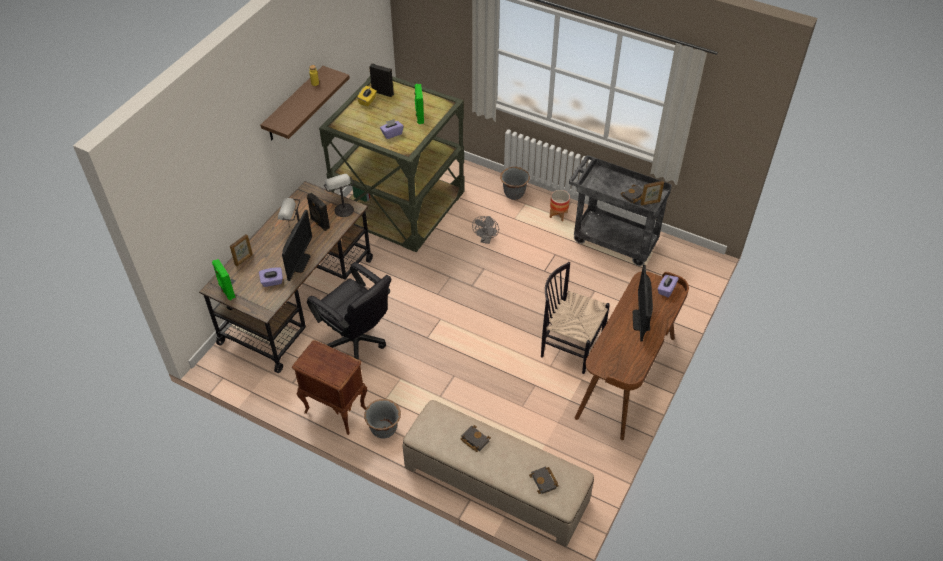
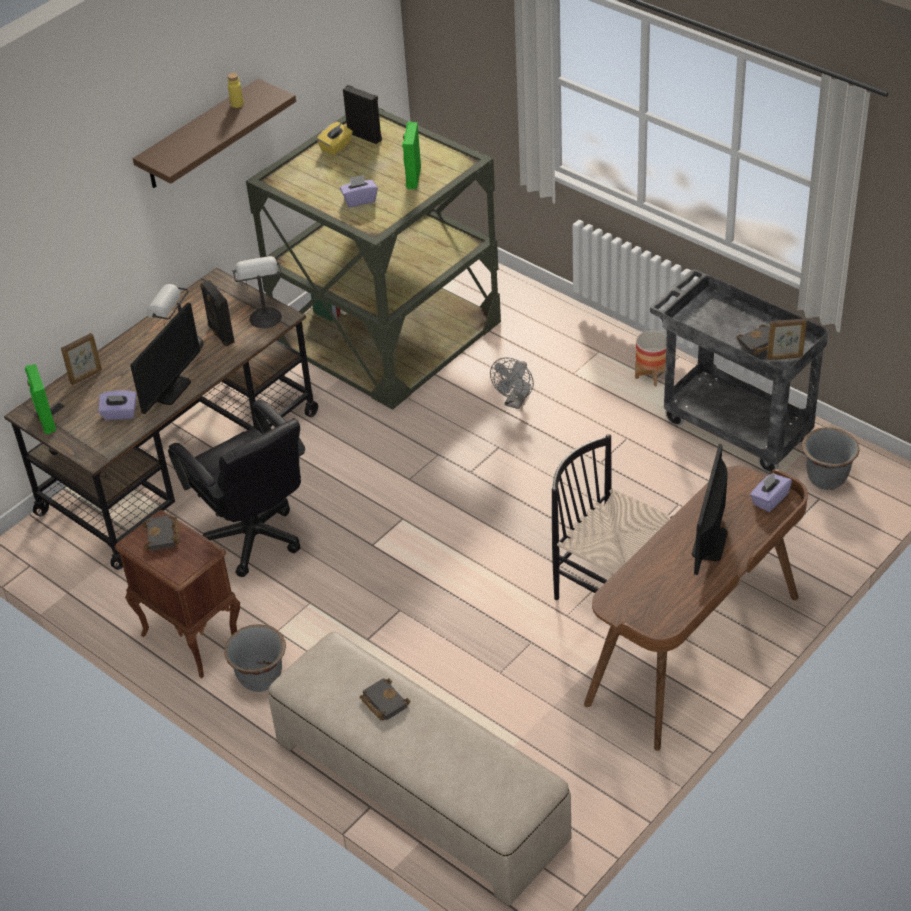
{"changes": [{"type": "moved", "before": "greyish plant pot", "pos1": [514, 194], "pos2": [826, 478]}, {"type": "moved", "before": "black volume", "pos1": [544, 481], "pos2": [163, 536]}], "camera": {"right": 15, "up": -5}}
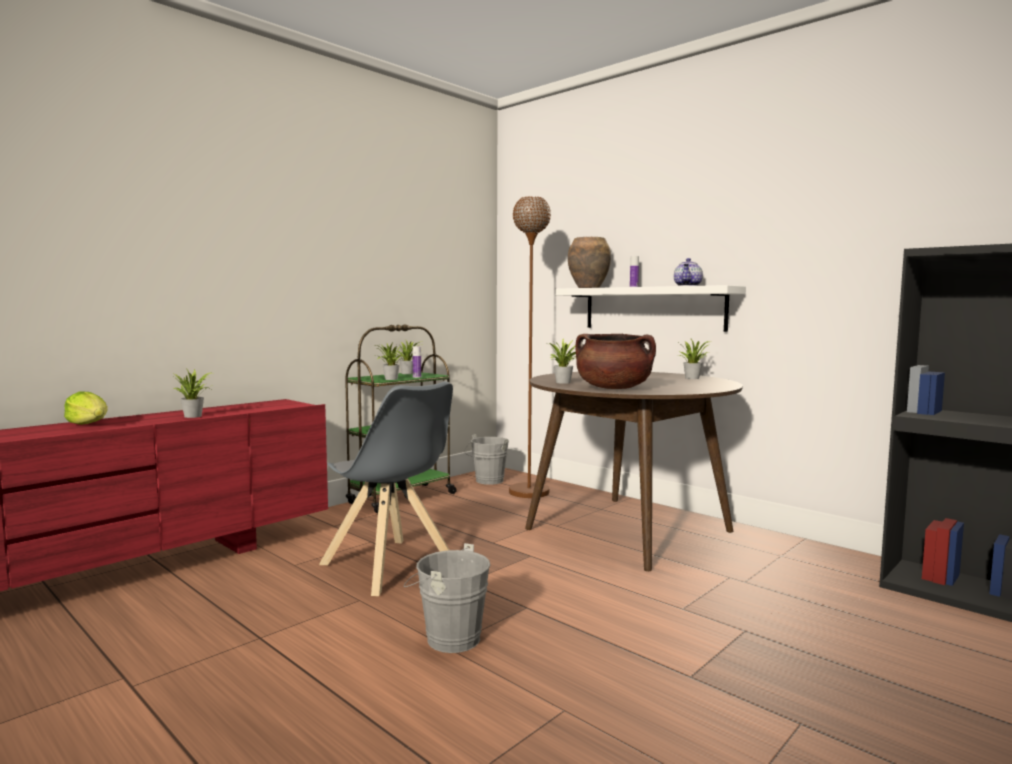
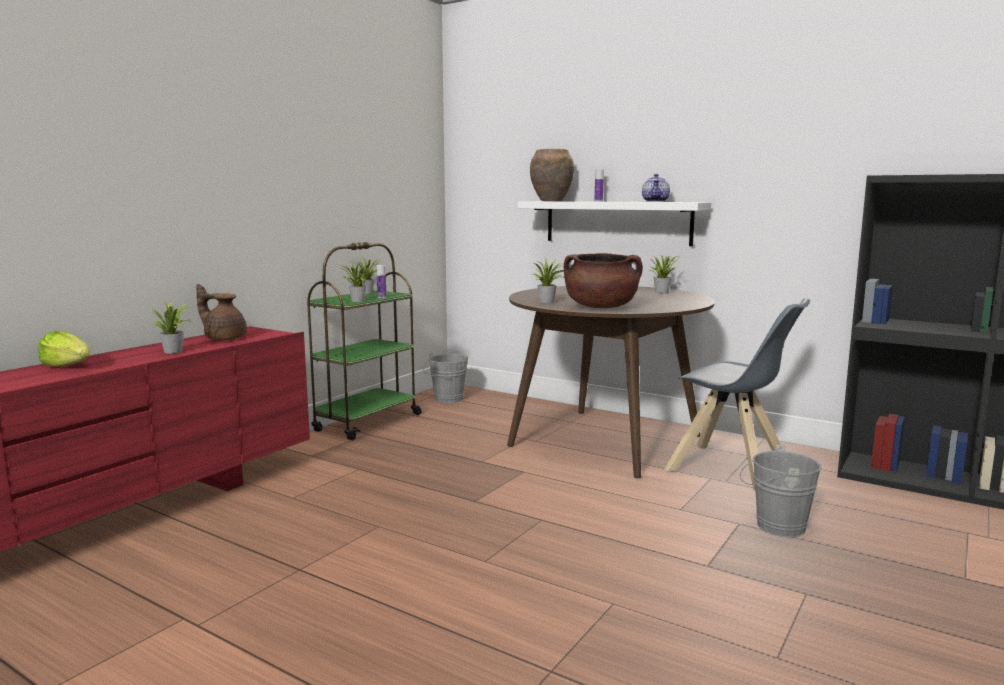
{"changes": [{"type": "moved", "before": "greyish upright chair", "pos1": [391, 567], "pos2": [732, 469]}, {"type": "moved", "before": "greyish pail", "pos1": [447, 638], "pos2": [775, 526]}, {"type": "removed", "before": "brown-coloured standing lamp", "pos1": [529, 492]}, {"type": "added", "after": "brown-coloured pot for tea", "pos2": [224, 338]}], "camera": {"right": -10, "up": 5}}
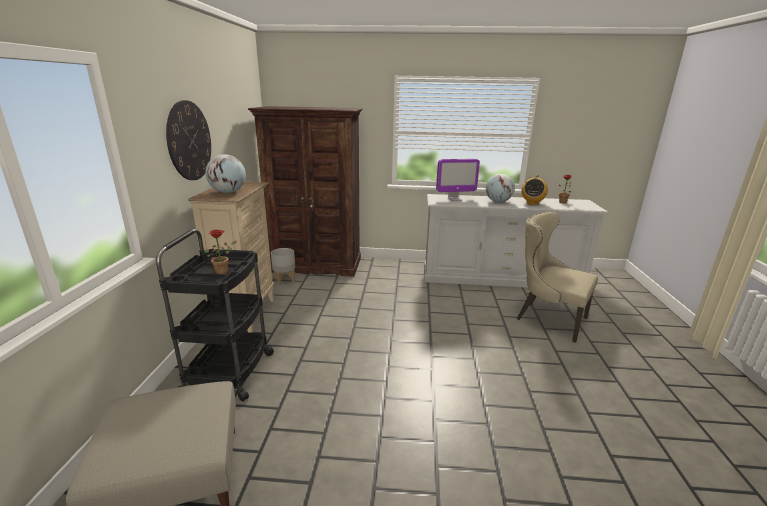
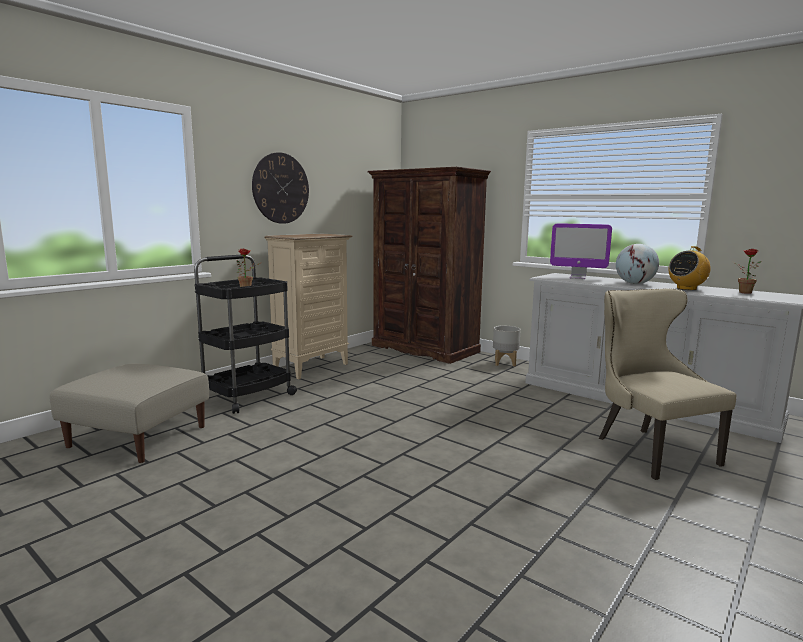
{"changes": [{"type": "removed", "before": "globe", "pos1": [228, 192]}, {"type": "moved", "before": "greyish plant pot", "pos1": [285, 280], "pos2": [505, 363]}], "camera": {"right": 35, "up": -10}}
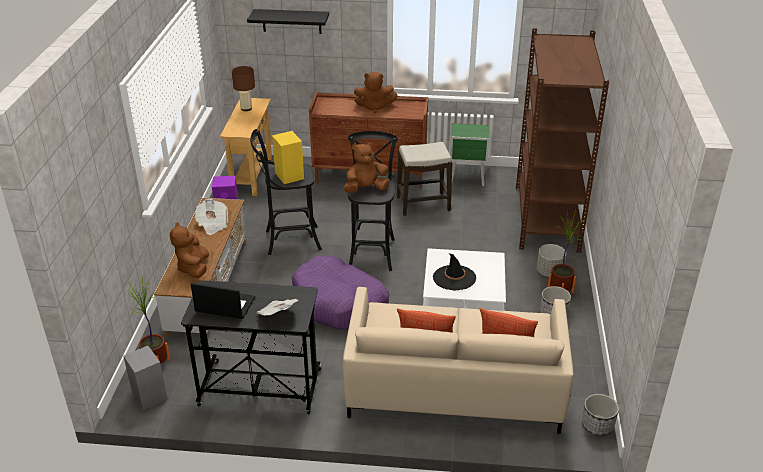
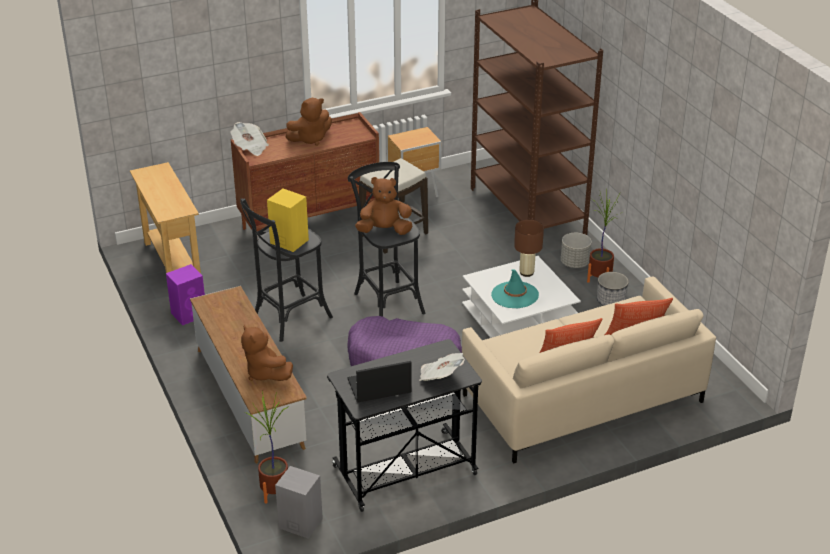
{"changes": [{"type": "moved", "before": "daily paper", "pos1": [212, 224], "pos2": [250, 147]}, {"type": "moved", "before": "brown-coloured table lamp", "pos1": [246, 108], "pos2": [527, 272]}, {"type": "removed", "before": "black wall shelf", "pos1": [291, 21]}, {"type": "turned", "before": "brown-coloured plush toy", "pos1": [366, 189], "pos2": [384, 231], "turn": 45}, {"type": "recoloured", "before": "black clothing hat", "after": "blue-green clothing hat", "pos1": [454, 278], "pos2": [514, 295]}, {"type": "recoloured", "before": "greenish nightstand", "after": "brown-coloured nightstand", "pos1": [468, 179], "pos2": [415, 195]}, {"type": "removed", "before": "plant pot", "pos1": [597, 425]}], "camera": {"right": -30, "up": 0}}
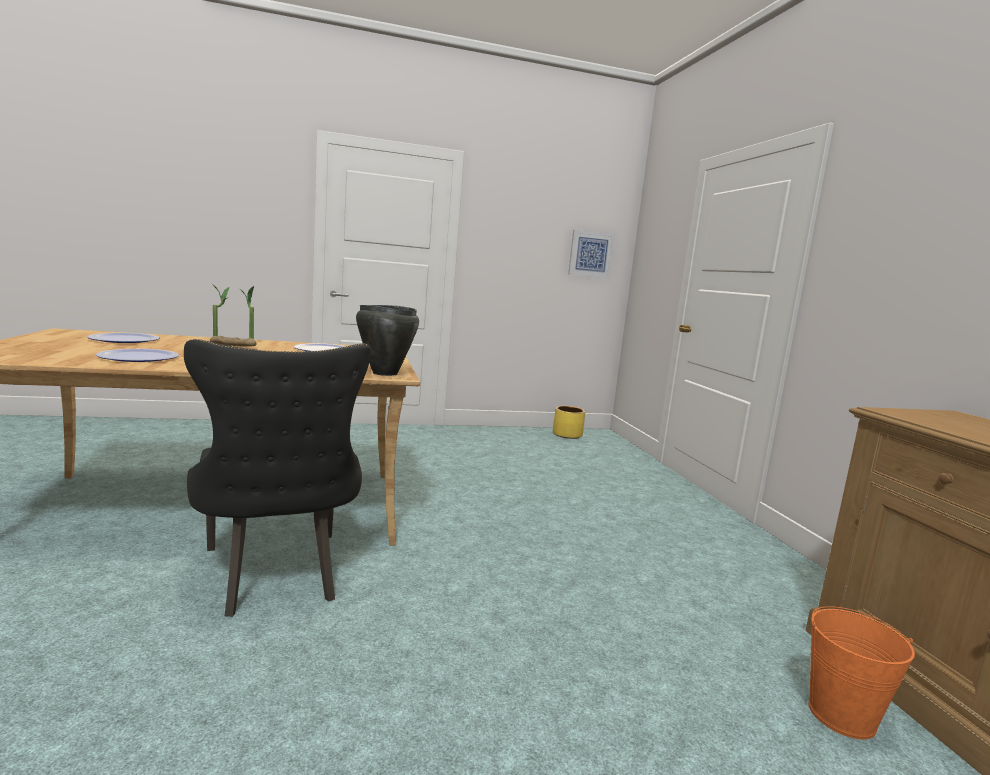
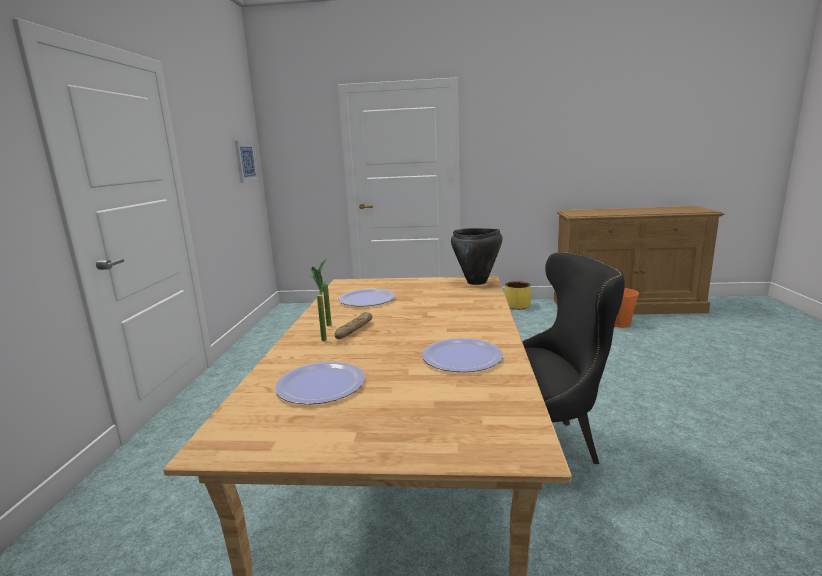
{"changes": [{"type": "moved", "before": "yellow-coloured plant pot", "pos1": [567, 435], "pos2": [517, 306]}], "camera": {"right": -70, "up": 5}}
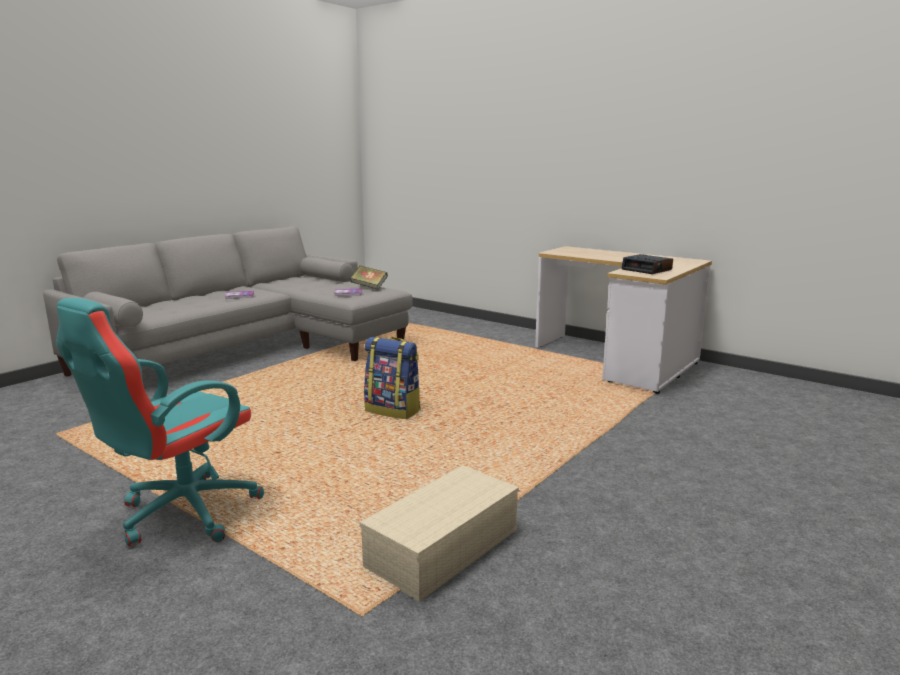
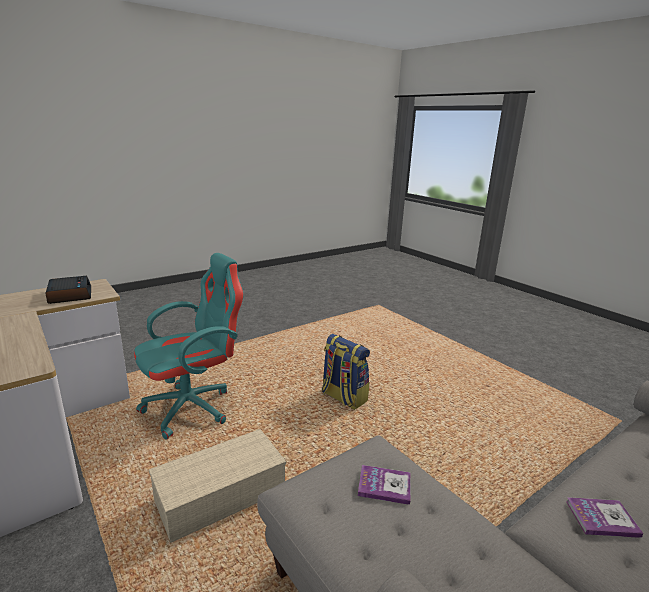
{"changes": [{"type": "moved", "before": "blue-green desk chair", "pos1": [178, 517], "pos2": [195, 407]}, {"type": "removed", "before": "volume", "pos1": [369, 287]}, {"type": "moved", "before": "beige-coloured storage box", "pos1": [443, 550], "pos2": [221, 494]}], "camera": {"right": -165, "up": 5}}
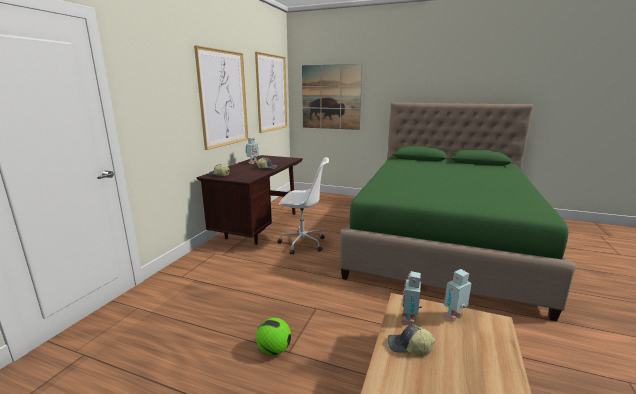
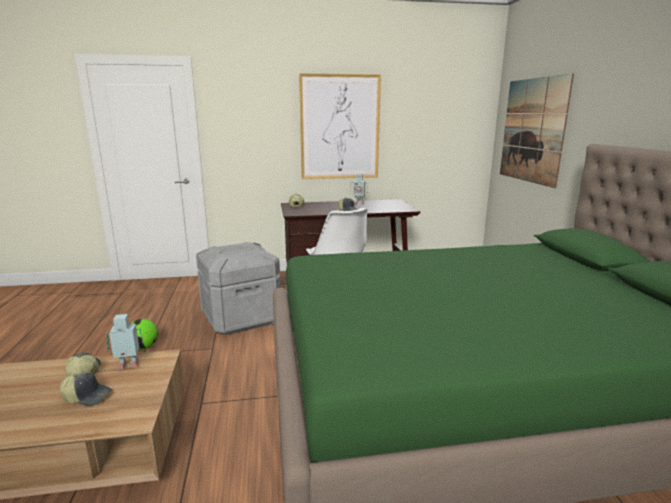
{"changes": [{"type": "removed", "before": "wall picture", "pos1": [271, 93]}, {"type": "removed", "before": "robot figure", "pos1": [454, 317]}, {"type": "added", "after": "cap", "pos2": [87, 396]}, {"type": "added", "after": "greyish storage box", "pos2": [241, 318]}], "camera": {"right": 60, "up": 0}}
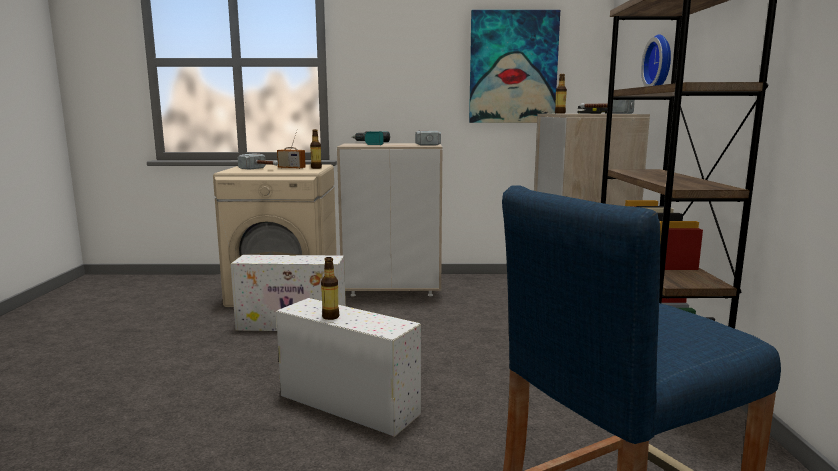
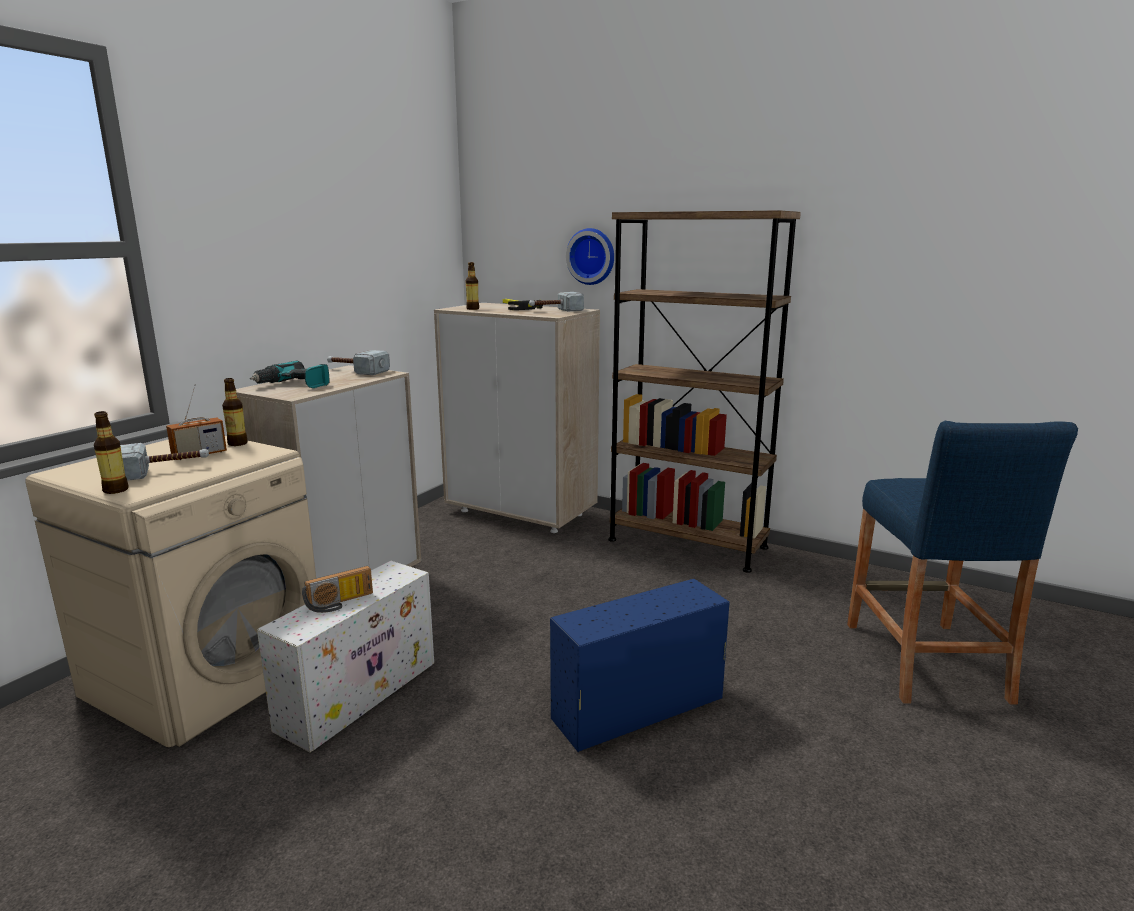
{"changes": [{"type": "recoloured", "before": "white storage box", "after": "bluish storage box", "pos1": [346, 404], "pos2": [636, 709]}, {"type": "moved", "before": "bottle", "pos1": [330, 317], "pos2": [115, 490]}, {"type": "removed", "before": "wall picture", "pos1": [513, 67]}, {"type": "added", "after": "radio receiver", "pos2": [340, 603]}], "camera": {"right": -60, "up": 5}}
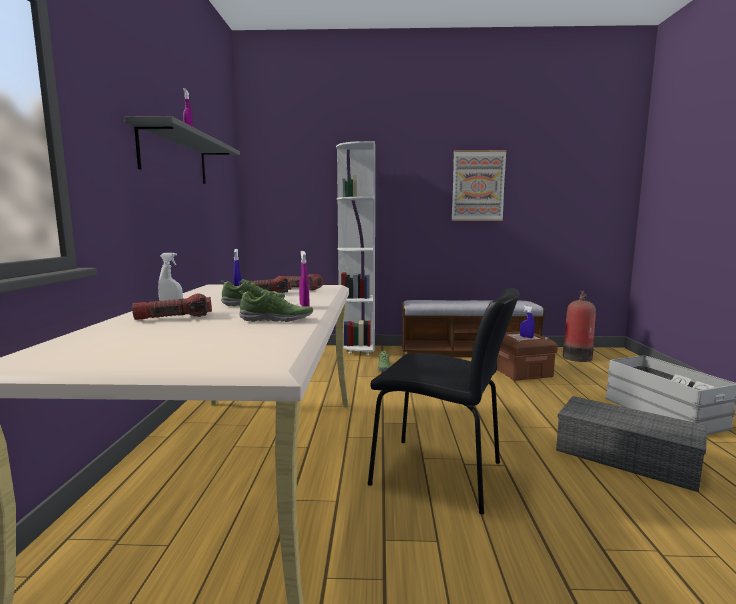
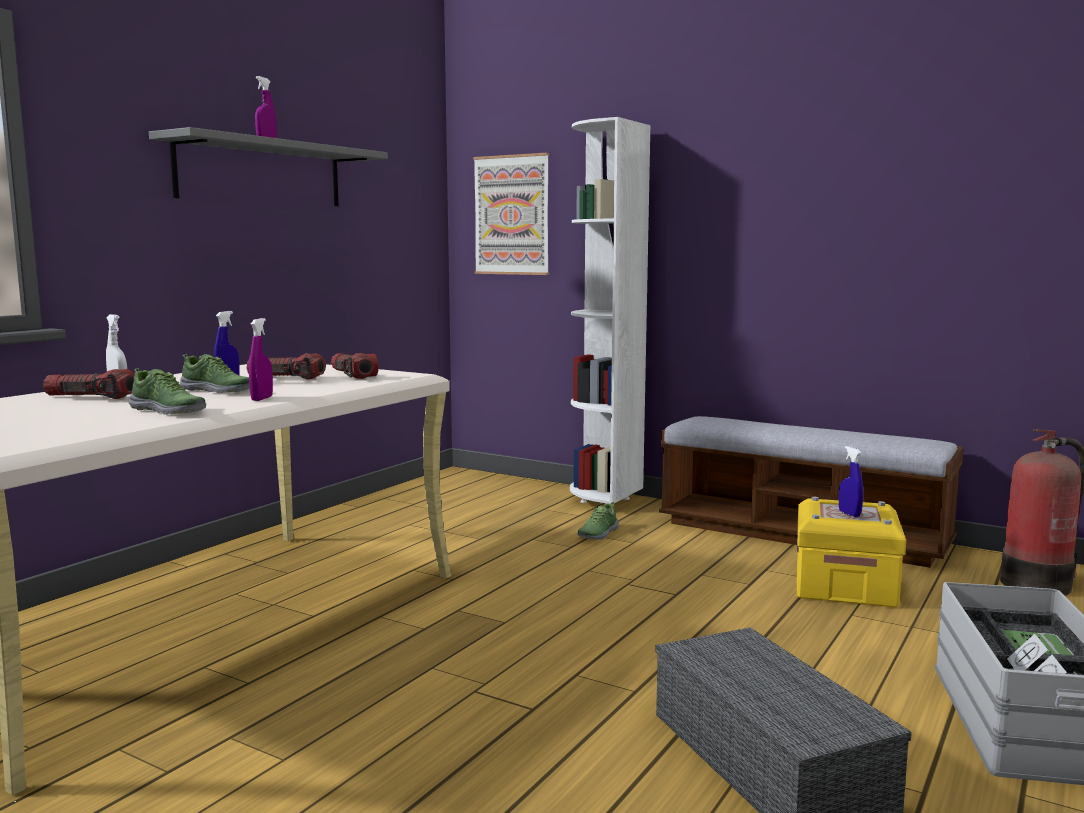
{"changes": [{"type": "removed", "before": "black upright chair", "pos1": [442, 474]}, {"type": "moved", "before": "wall picture", "pos1": [478, 186], "pos2": [512, 215]}, {"type": "recoloured", "before": "brown-coloured storage box", "after": "yellow-coloured storage box", "pos1": [521, 372], "pos2": [844, 586]}], "camera": {"right": 30, "up": 0}}
